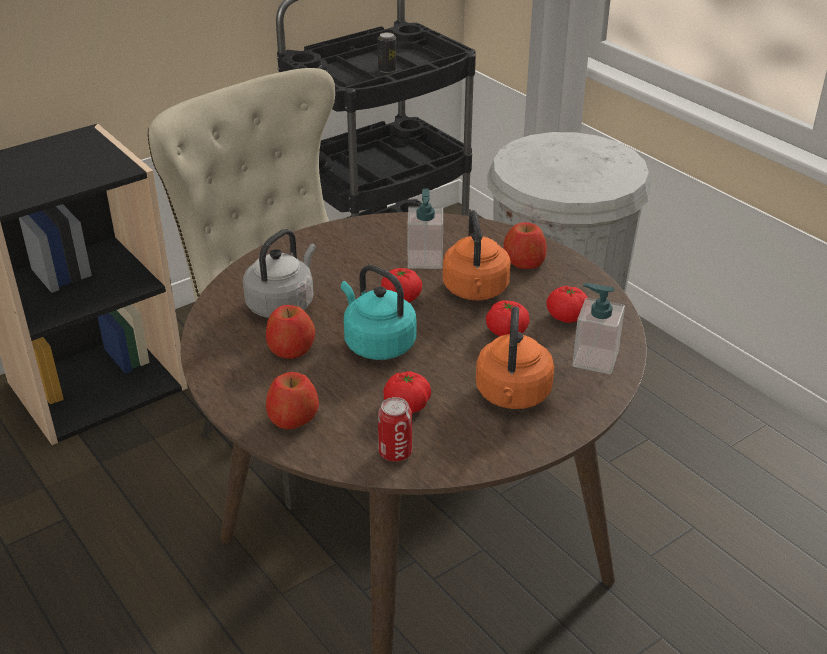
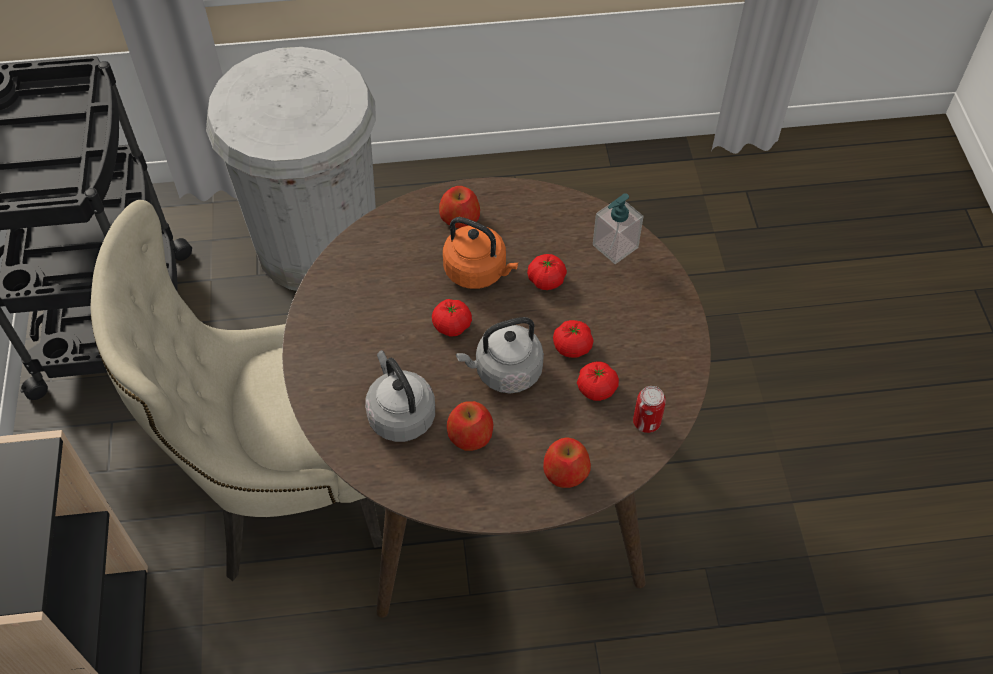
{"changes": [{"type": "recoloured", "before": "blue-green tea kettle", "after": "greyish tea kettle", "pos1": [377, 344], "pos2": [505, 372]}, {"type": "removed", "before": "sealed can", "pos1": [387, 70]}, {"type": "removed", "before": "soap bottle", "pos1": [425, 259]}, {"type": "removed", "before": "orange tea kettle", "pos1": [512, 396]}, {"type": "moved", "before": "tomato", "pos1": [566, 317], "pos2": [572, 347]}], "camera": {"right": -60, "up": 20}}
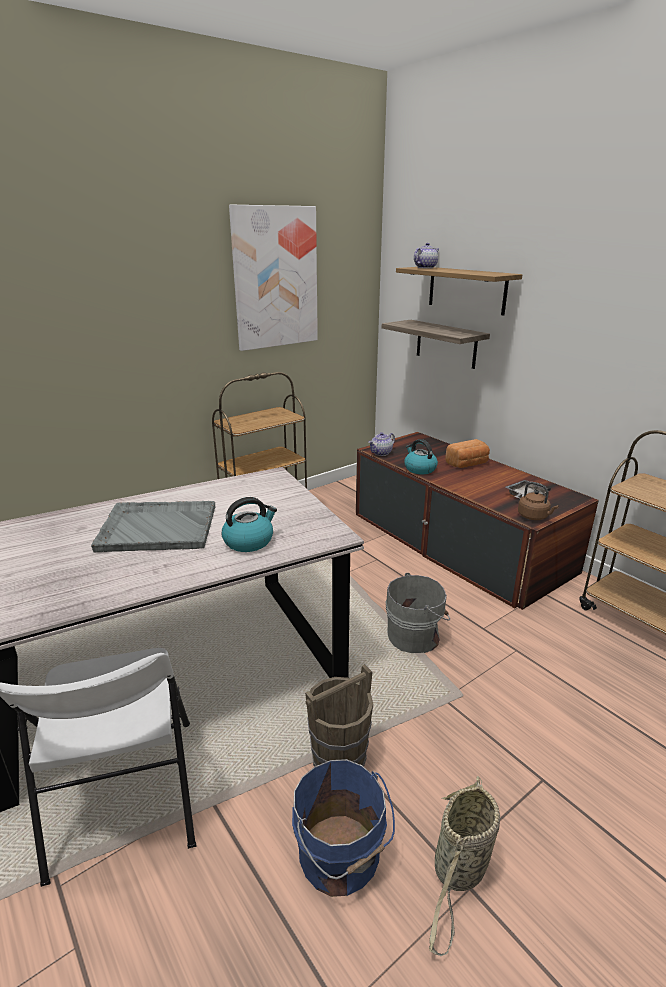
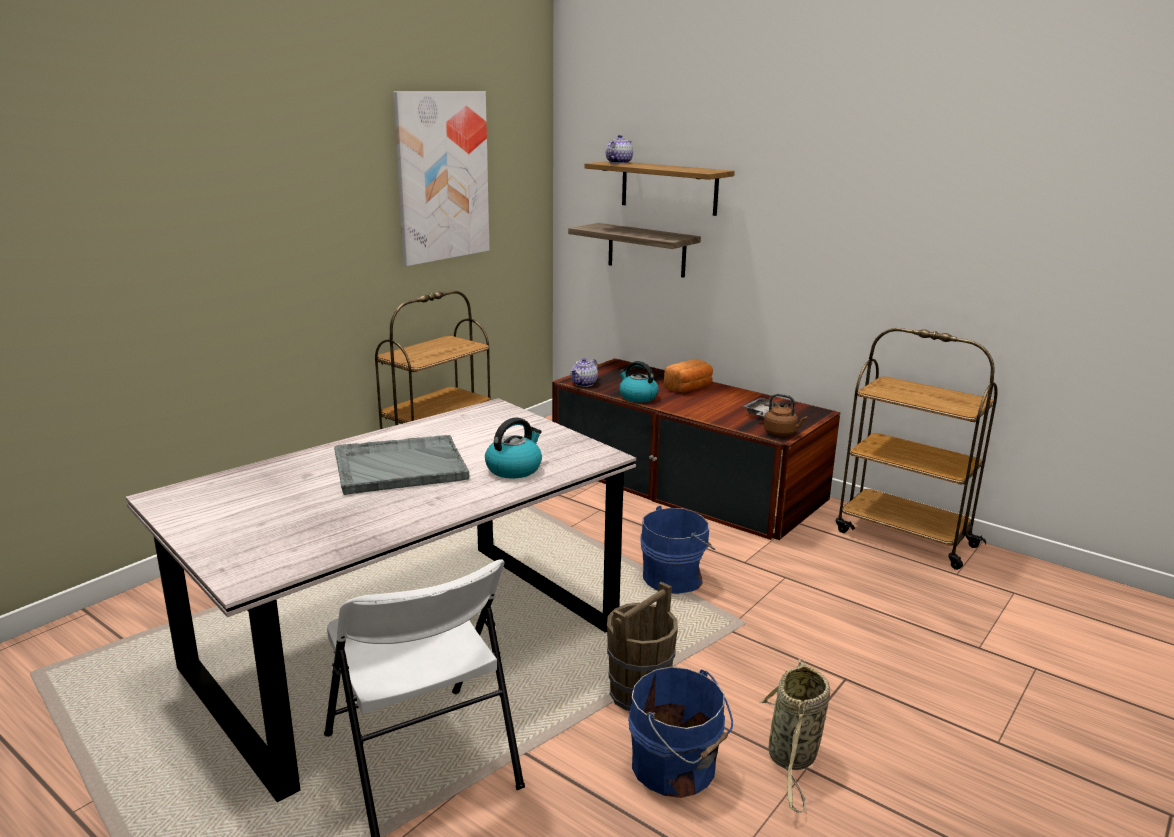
{"changes": [{"type": "recoloured", "before": "greyish pail", "after": "bluish pail", "pos1": [415, 636], "pos2": [675, 578]}], "camera": {"right": -15, "up": -5}}
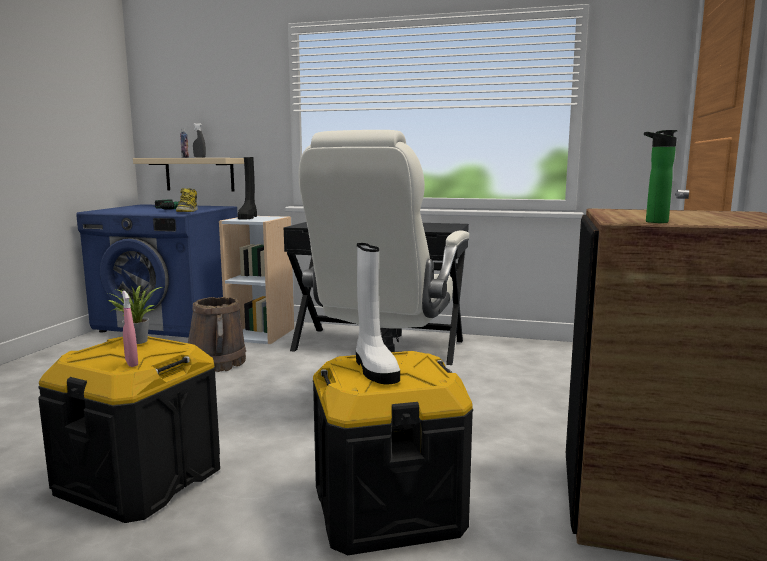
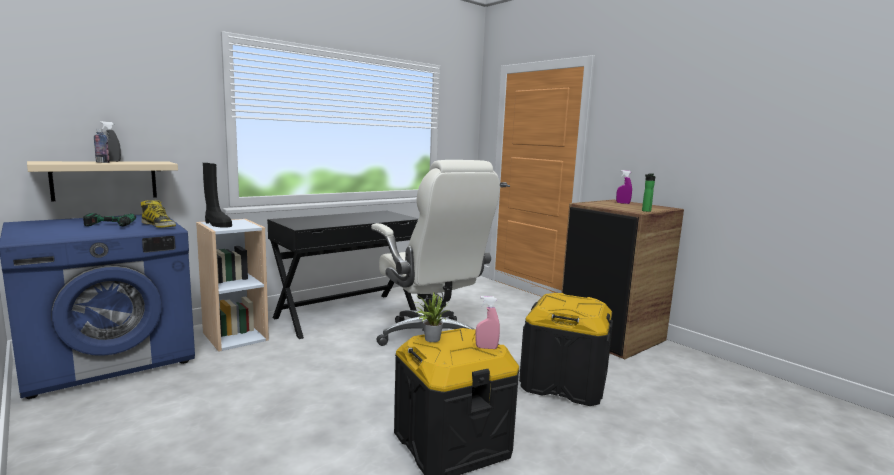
{"changes": [{"type": "removed", "before": "brown-coloured pail", "pos1": [216, 363]}, {"type": "removed", "before": "white tall boot", "pos1": [374, 369]}, {"type": "added", "after": "purple-coloured sprayer", "pos2": [623, 203]}], "camera": {"right": -55, "up": 0}}
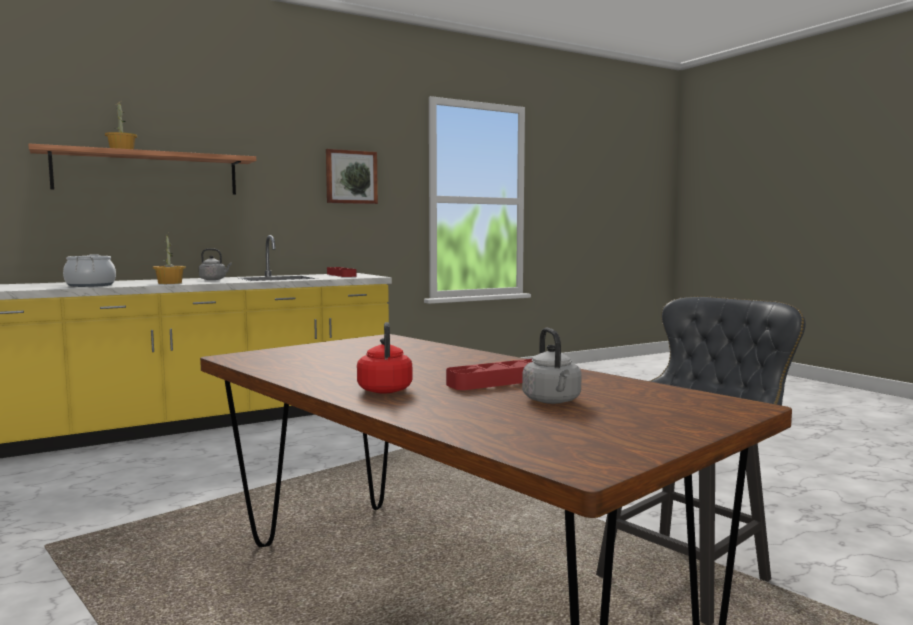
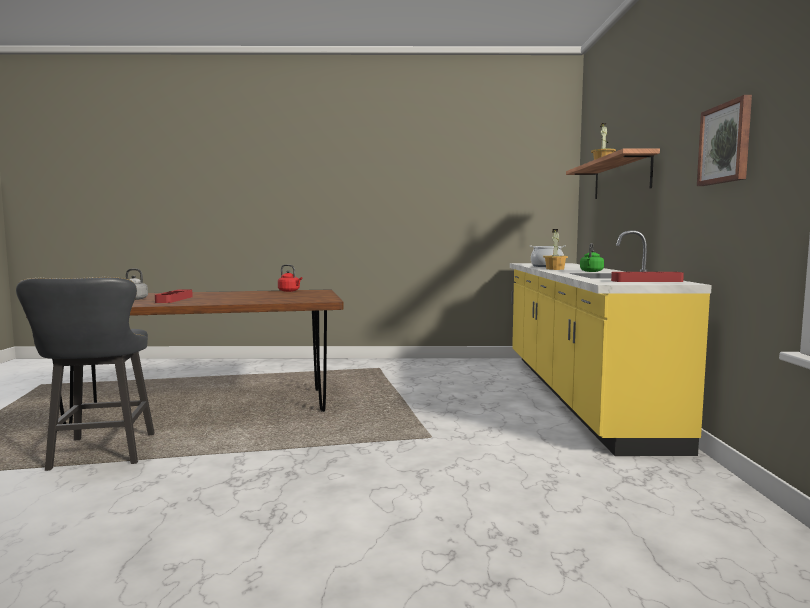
{"changes": [{"type": "recoloured", "before": "greyish tea kettle", "after": "greenish tea kettle", "pos1": [214, 279], "pos2": [591, 271]}, {"type": "moved", "before": "red-coloured tea kettle", "pos1": [385, 389], "pos2": [290, 291]}], "camera": {"right": 120, "up": 0}}
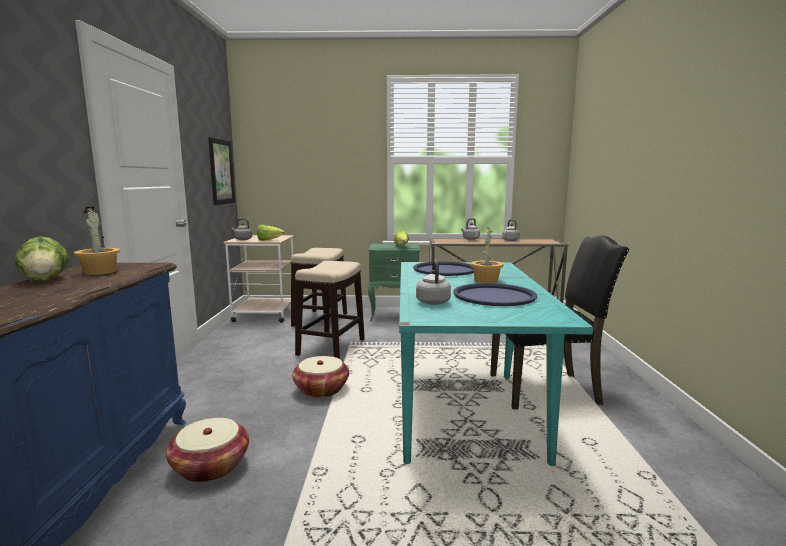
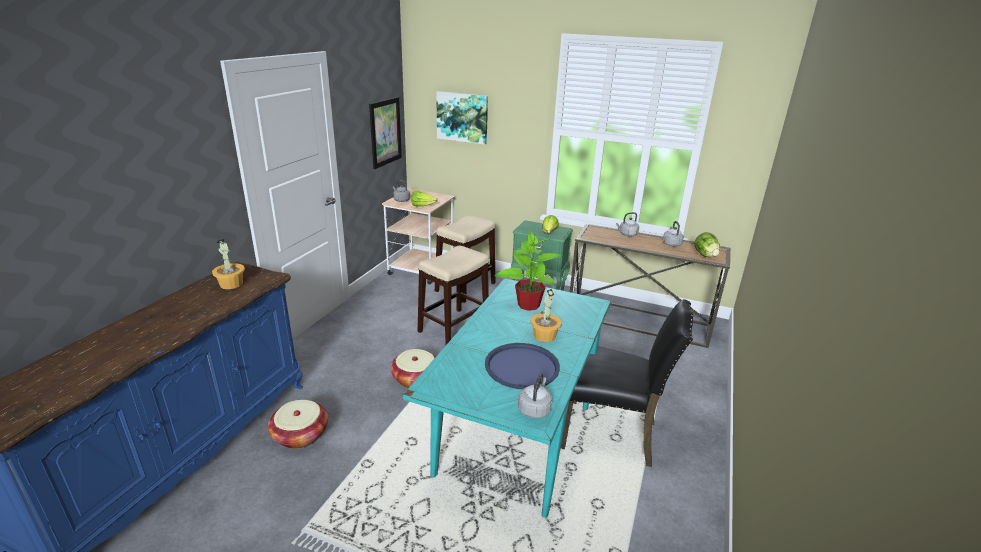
{"changes": [{"type": "moved", "before": "head of lettuce", "pos1": [45, 280], "pos2": [705, 255]}, {"type": "replaced", "before": "bluish tray", "after": "plant in a pot", "pos1": [445, 270], "pos2": [528, 304]}, {"type": "moved", "before": "greyish tea kettle", "pos1": [433, 302], "pos2": [535, 409]}, {"type": "added", "after": "wall picture", "pos2": [462, 117]}], "camera": {"right": 20, "up": 15}}
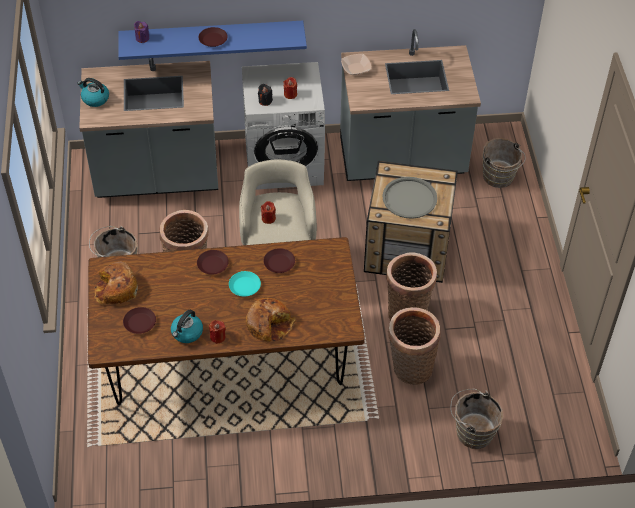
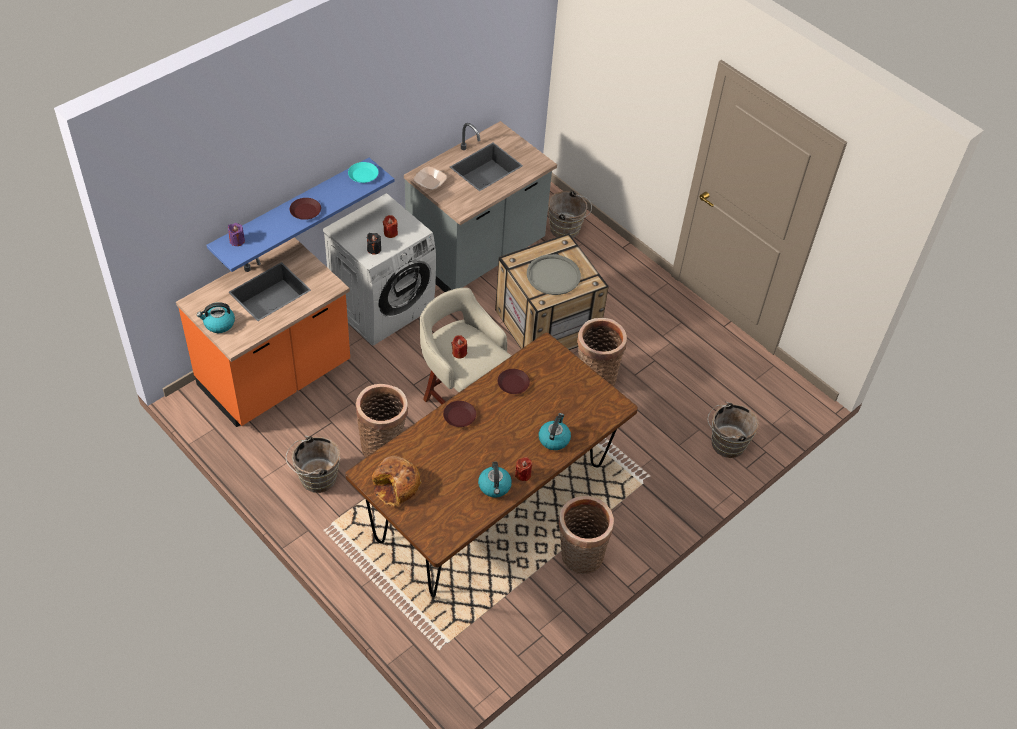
{"changes": [{"type": "recoloured", "before": "greyish kitchen counter", "after": "orange kitchen counter", "pos1": [157, 176], "pos2": [275, 377]}, {"type": "removed", "before": "brown-coloured plate", "pos1": [139, 322]}, {"type": "moved", "before": "blue-green plate", "pos1": [244, 286], "pos2": [363, 175]}, {"type": "replaced", "before": "bread", "after": "tea kettle", "pos1": [269, 324], "pos2": [554, 439]}, {"type": "moved", "before": "household basket", "pos1": [410, 368], "pos2": [579, 558]}], "camera": {"right": -40, "up": 0}}
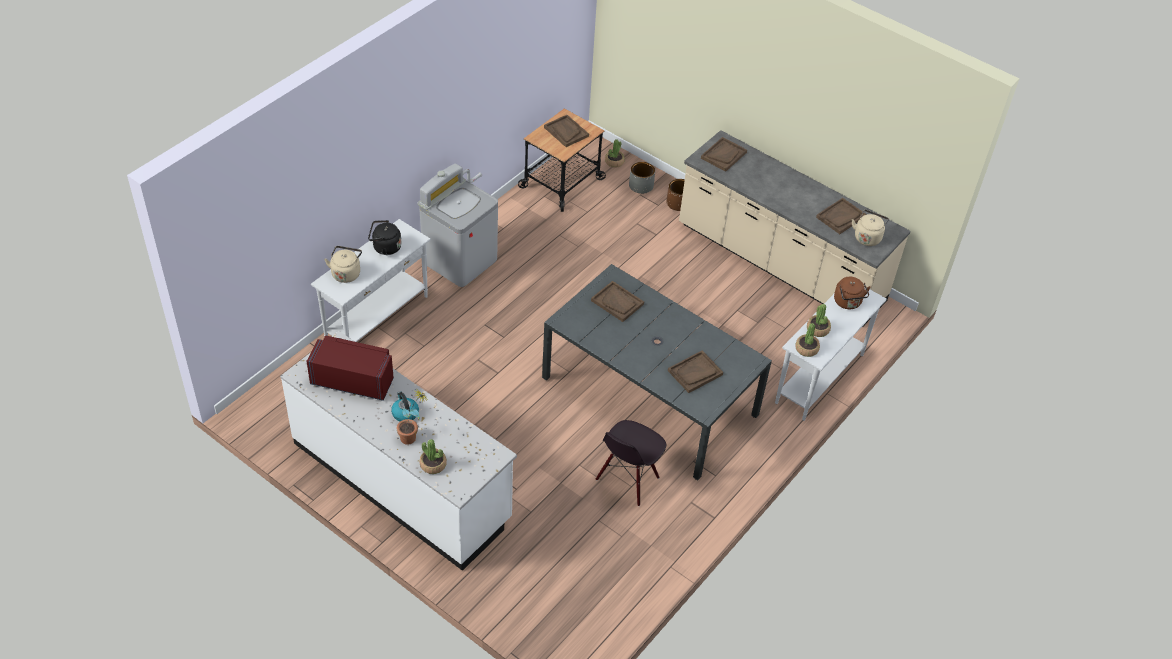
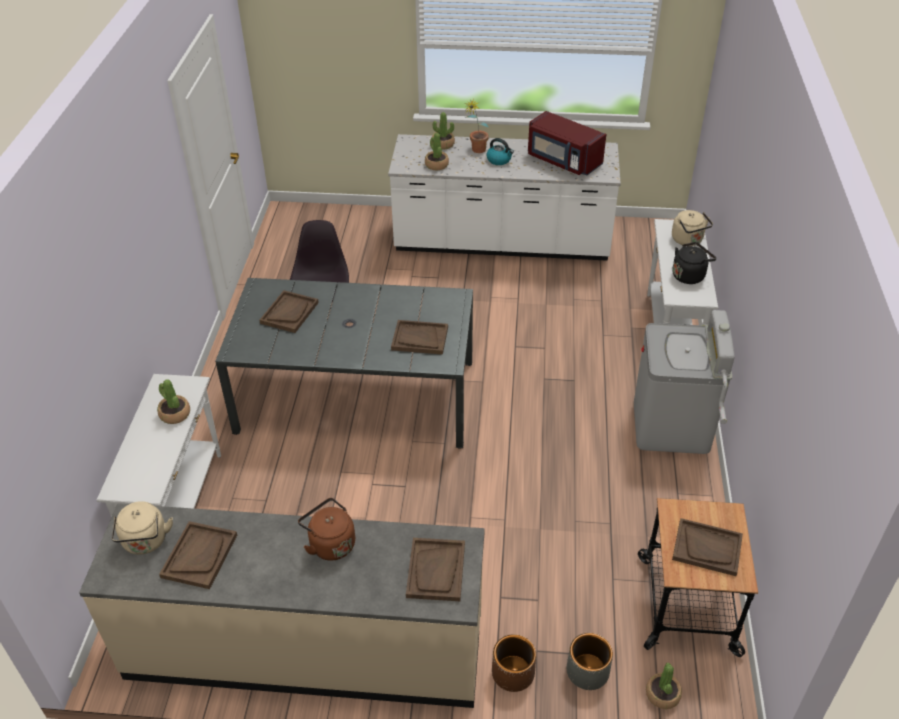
{"changes": [{"type": "turned", "before": "red-coloured microwave oven", "pos1": [353, 380], "pos2": [563, 161], "turn": 60}, {"type": "moved", "before": "plant in a pot", "pos1": [806, 349], "pos2": [436, 165]}, {"type": "moved", "before": "brown-coloured tea kettle", "pos1": [848, 303], "pos2": [330, 543]}], "camera": {"right": 150, "up": -5}}
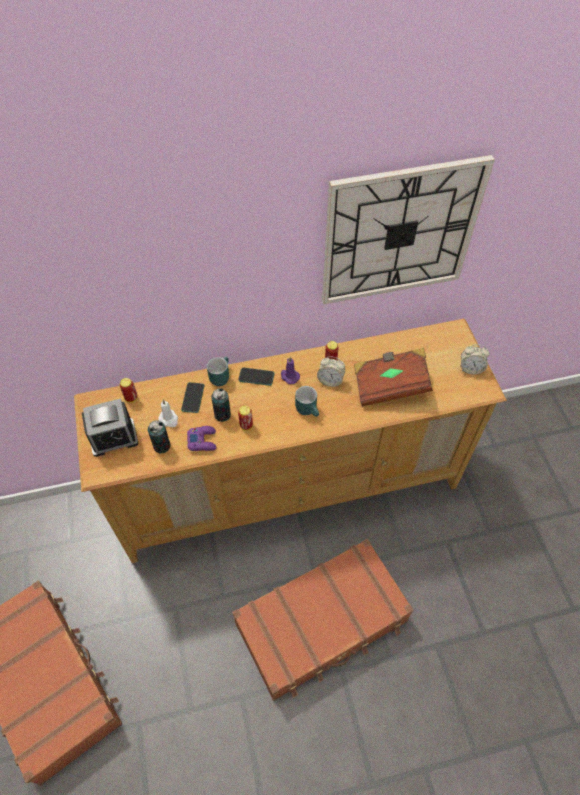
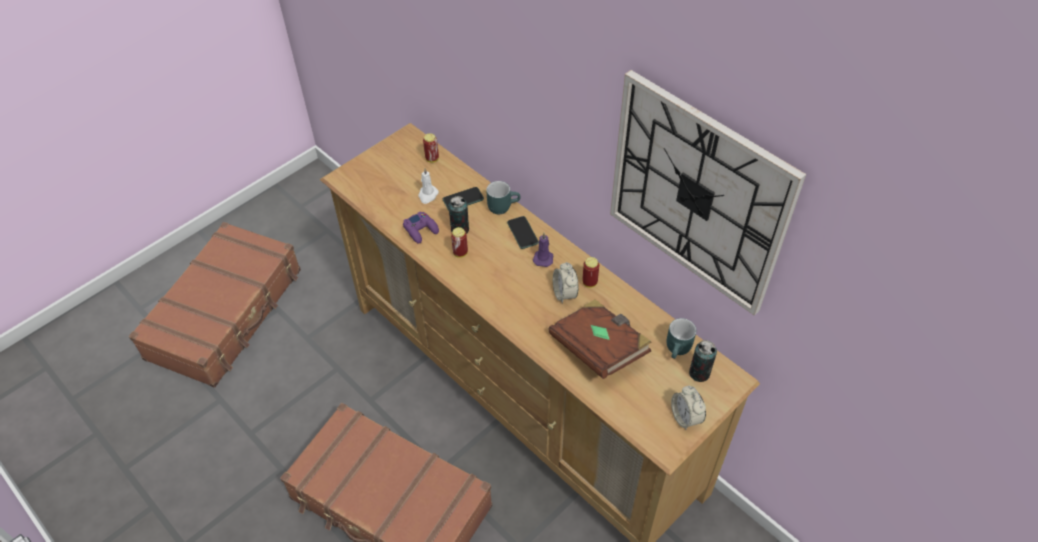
{"changes": [{"type": "removed", "before": "bedside clock", "pos1": [113, 437]}, {"type": "moved", "before": "sealed can", "pos1": [162, 446], "pos2": [699, 373]}, {"type": "moved", "before": "blue-green tea mug", "pos1": [309, 409], "pos2": [679, 350]}], "camera": {"right": 60, "up": -5}}
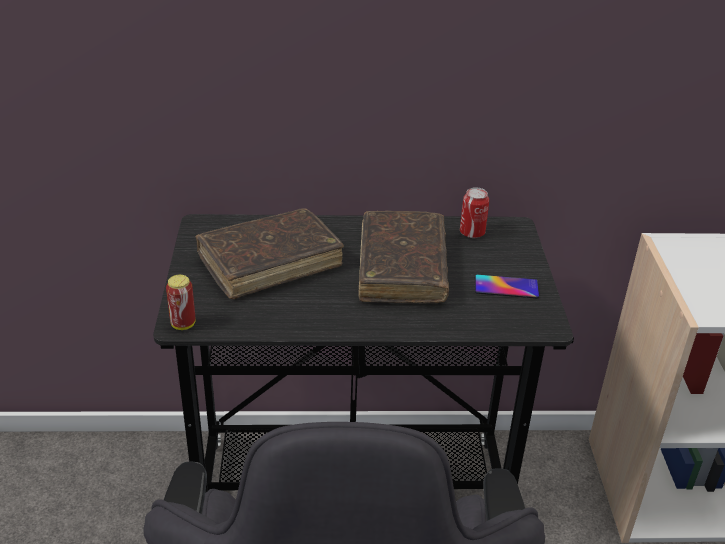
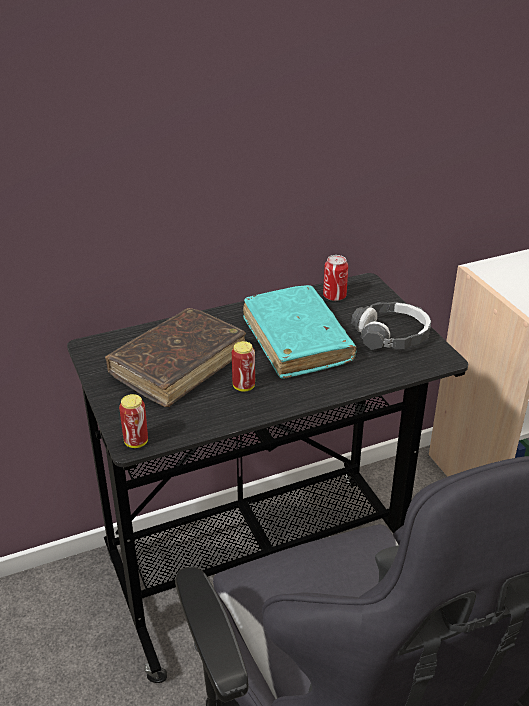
{"changes": [{"type": "recoloured", "before": "brown-coloured volume", "after": "blue-green volume", "pos1": [402, 268], "pos2": [296, 341]}, {"type": "replaced", "before": "phone", "after": "headphones", "pos1": [506, 287], "pos2": [391, 335]}, {"type": "added", "after": "sealed can", "pos2": [243, 386]}], "camera": {"right": -20, "up": 0}}
